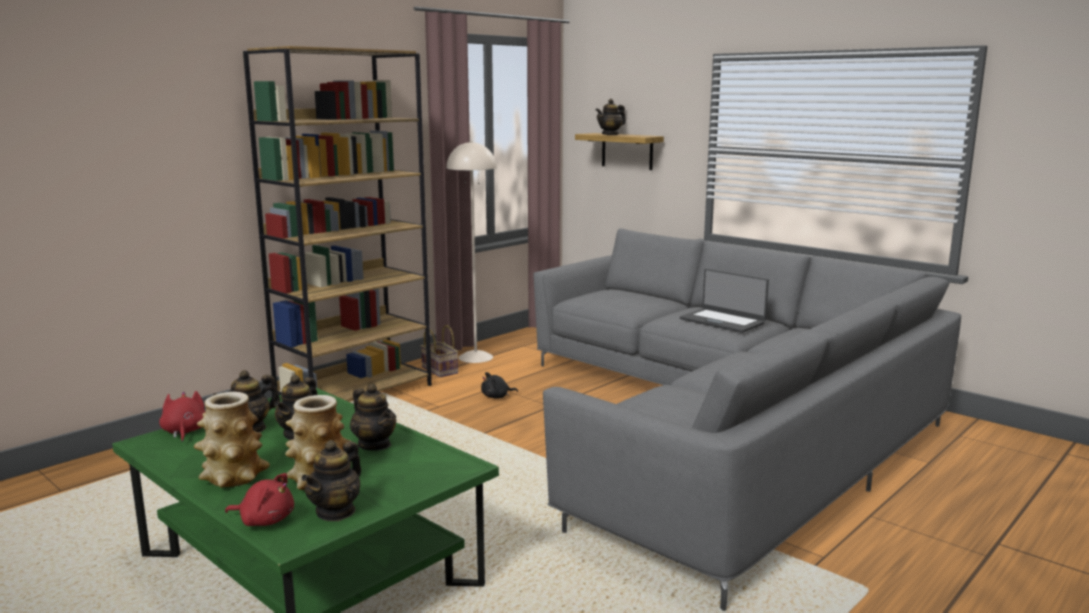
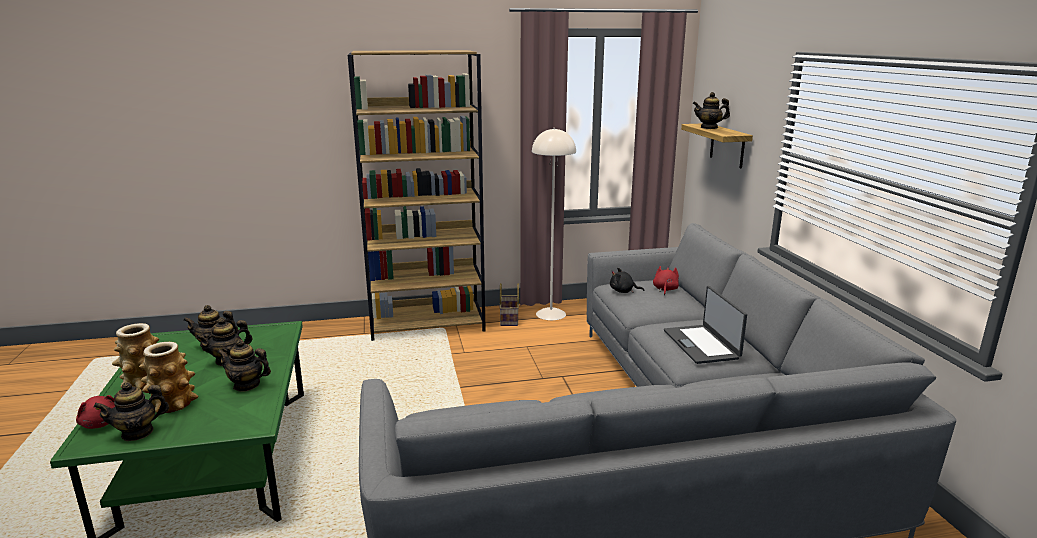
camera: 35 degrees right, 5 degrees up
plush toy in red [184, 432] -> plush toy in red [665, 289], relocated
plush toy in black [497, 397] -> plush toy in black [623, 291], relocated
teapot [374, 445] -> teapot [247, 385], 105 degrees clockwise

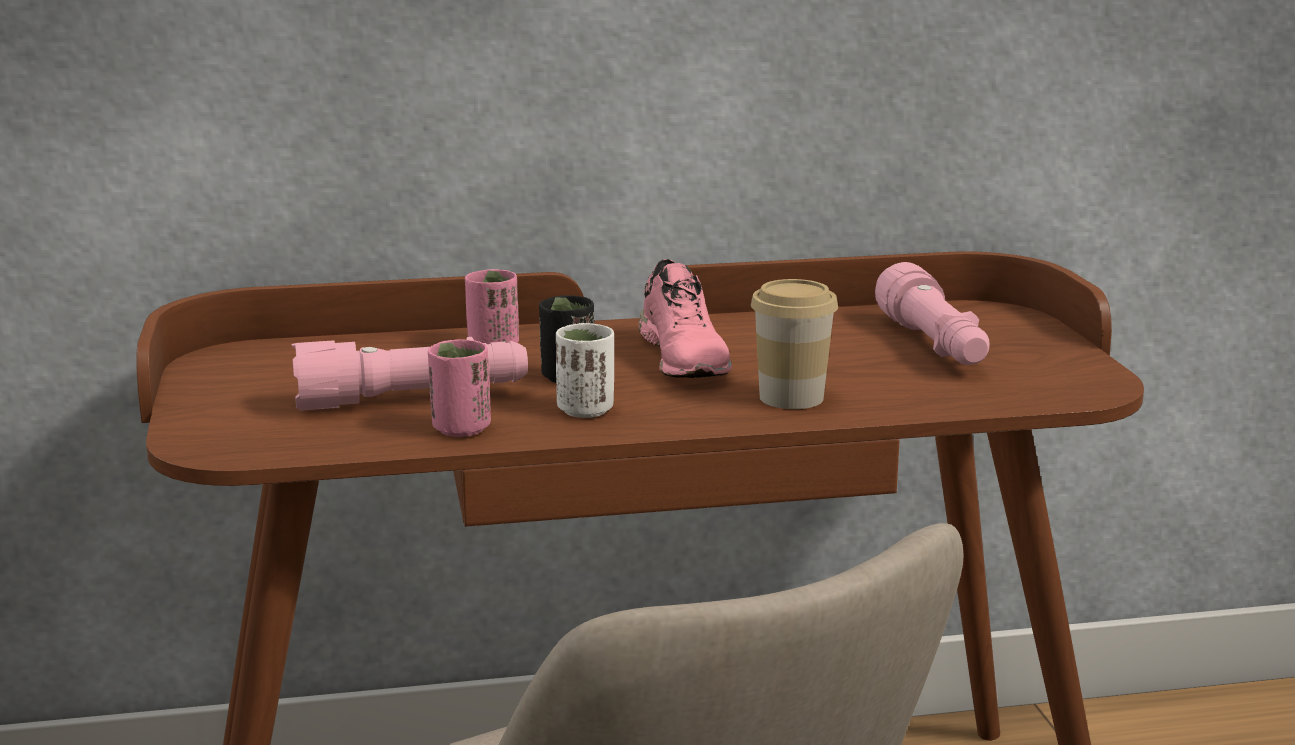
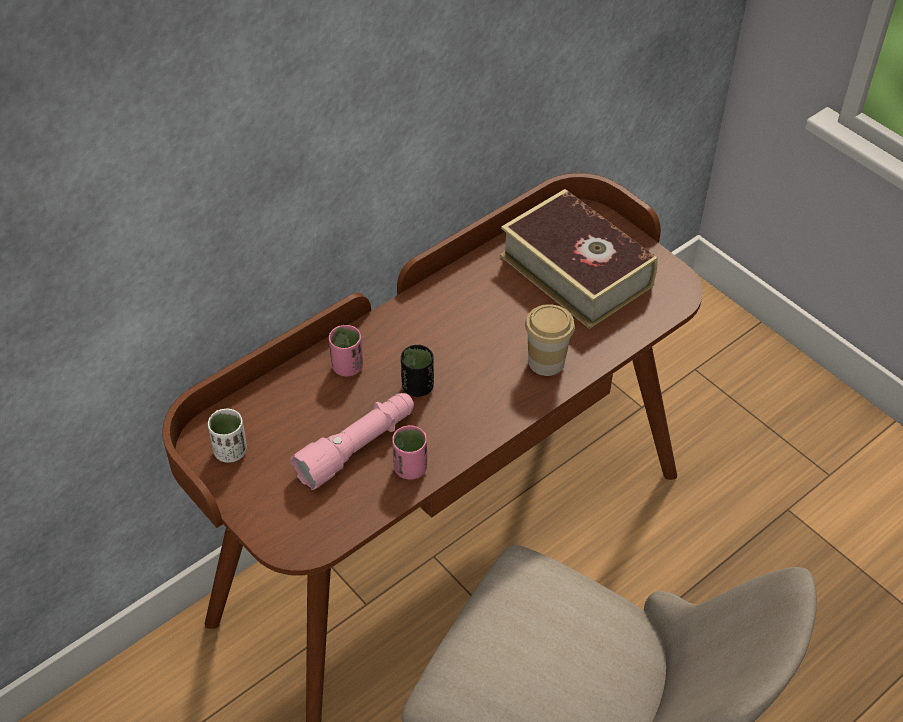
camera: 30 degrees left, 30 degrees up
shoe in pink [685, 358] -> none
cup in white [585, 410] -> cup in white [230, 451], relocated
flashlight in pink [934, 346] -> book [576, 271]

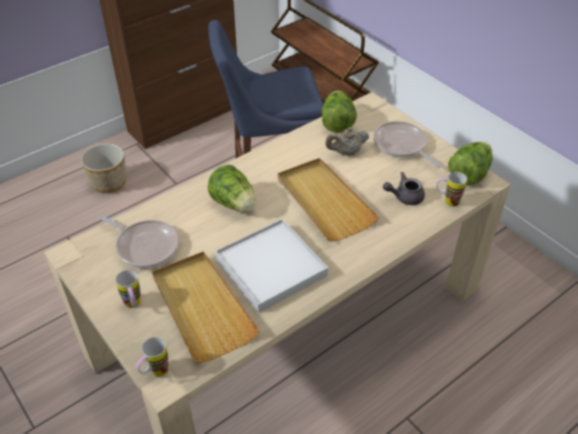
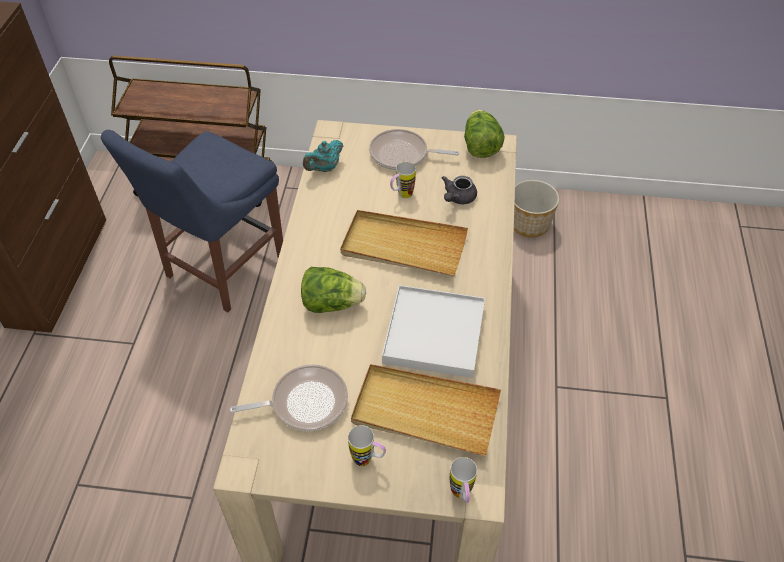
camera: 45 degrees left, 5 degrees up
teapot in beige [346, 152] -> none
planter [108, 182] -> planter [529, 224], relocated
mug [447, 201] -> mug [401, 195], relocated
lettuce [337, 123] -> teapot in turquoise [324, 168]

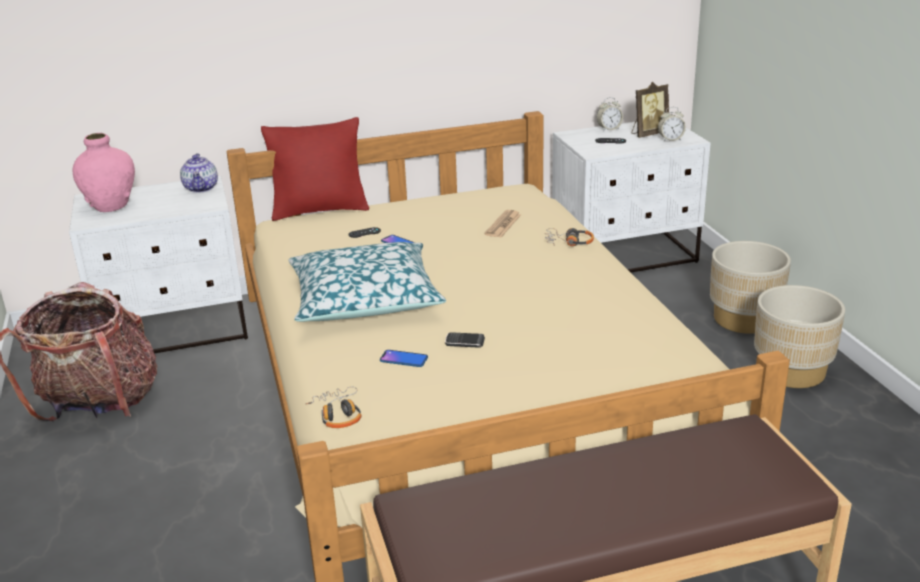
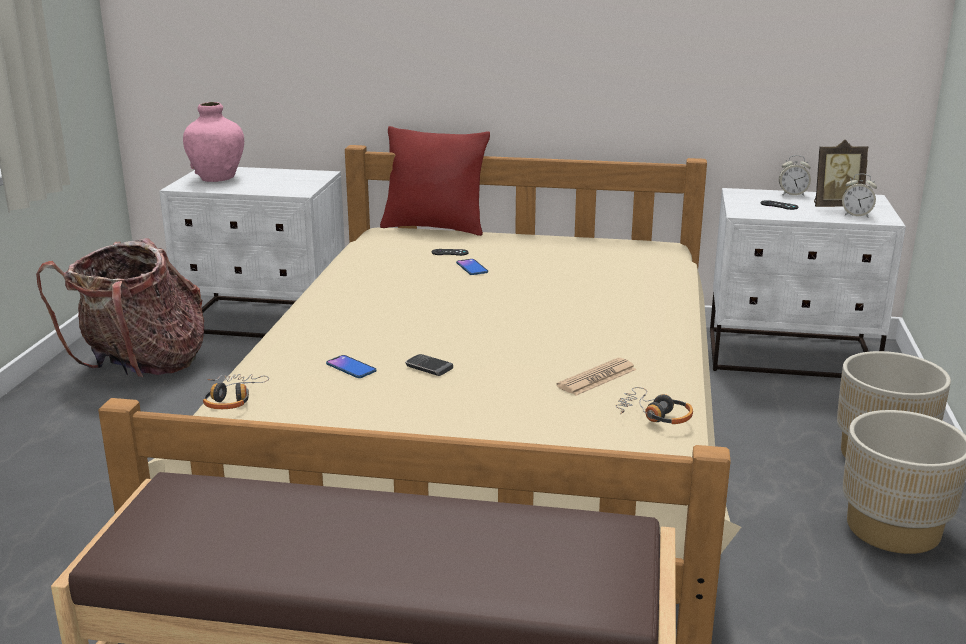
camera: 25 degrees right, 5 degrees down
teapot [201, 188] -> none
pillow [365, 299] -> none
newspaper [503, 225] -> newspaper [597, 378], relocated
headphones [568, 242] -> headphones [654, 415], relocated

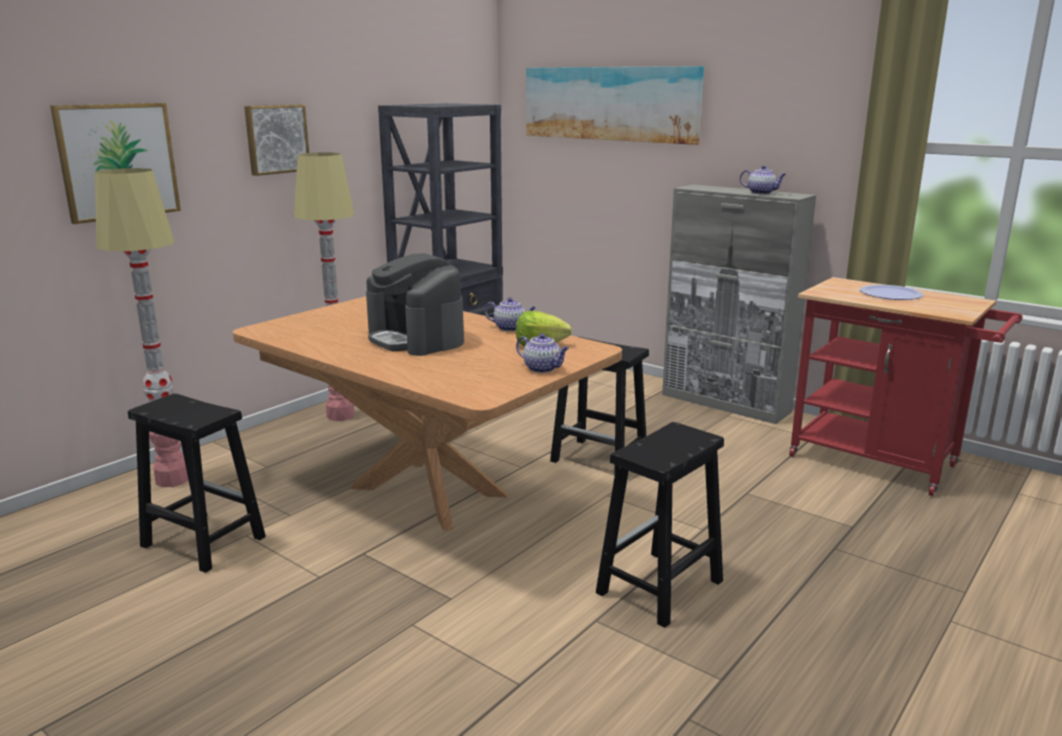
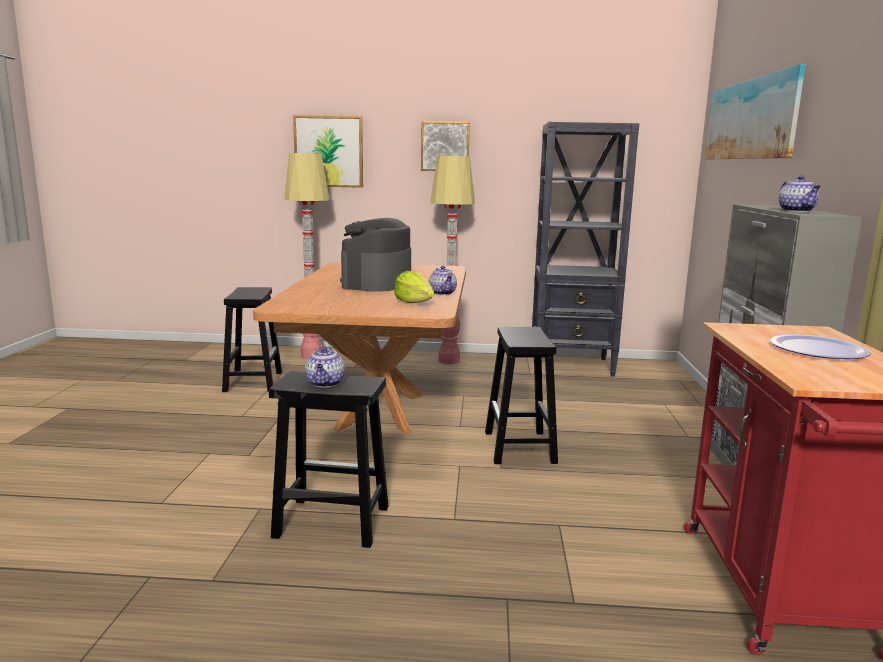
camera: 55 degrees right, 5 degrees down
teapot [543, 369] -> teapot [325, 383], relocated

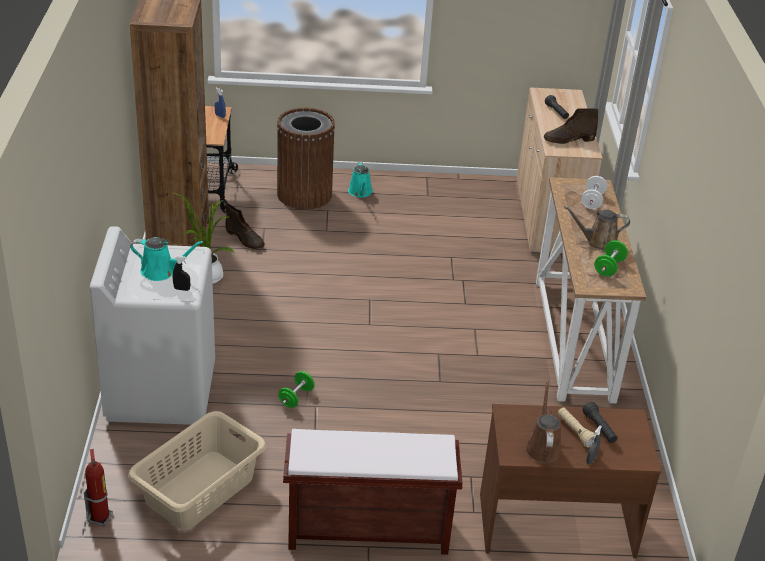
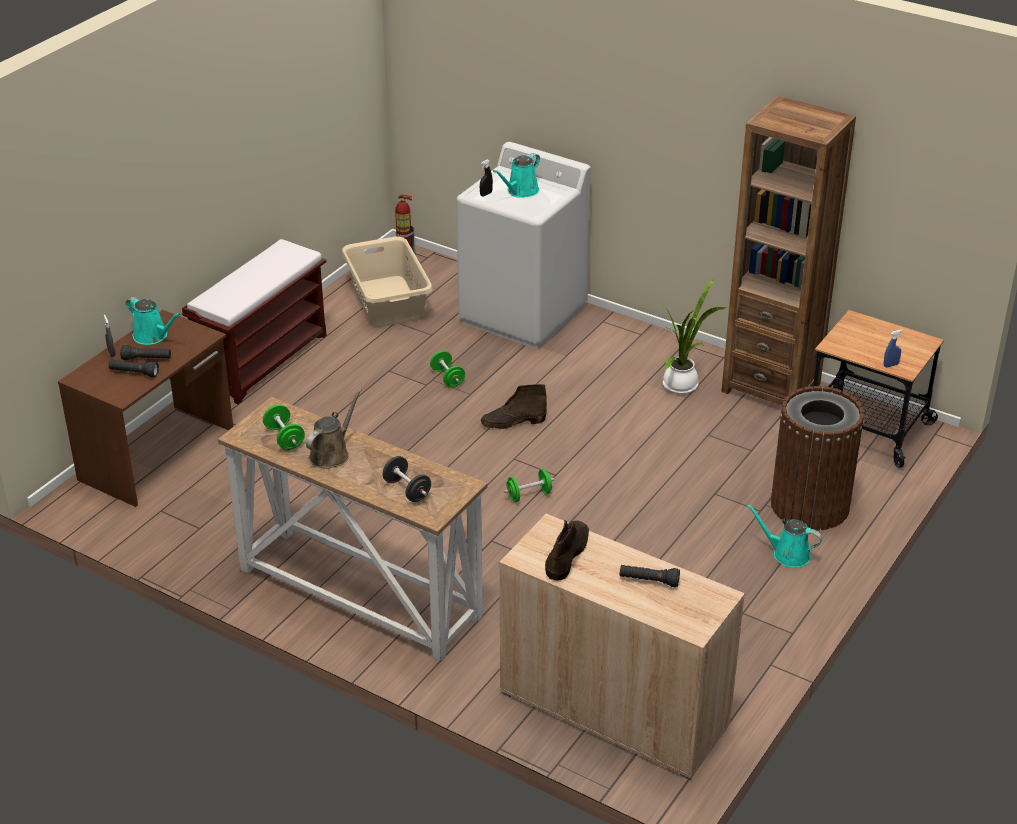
camera: 125 degrees right, 0 degrees up
none -> dumbbell in green [529, 495]
boot in brown [245, 239] -> boot in brown [512, 422], relocated
watering can in brown [542, 447] -> watering can in turquoise [153, 336]
flashlight in beige [574, 432] -> flashlight in black [146, 359]
dumbbell in white [592, 201] -> dumbbell in black [407, 490]

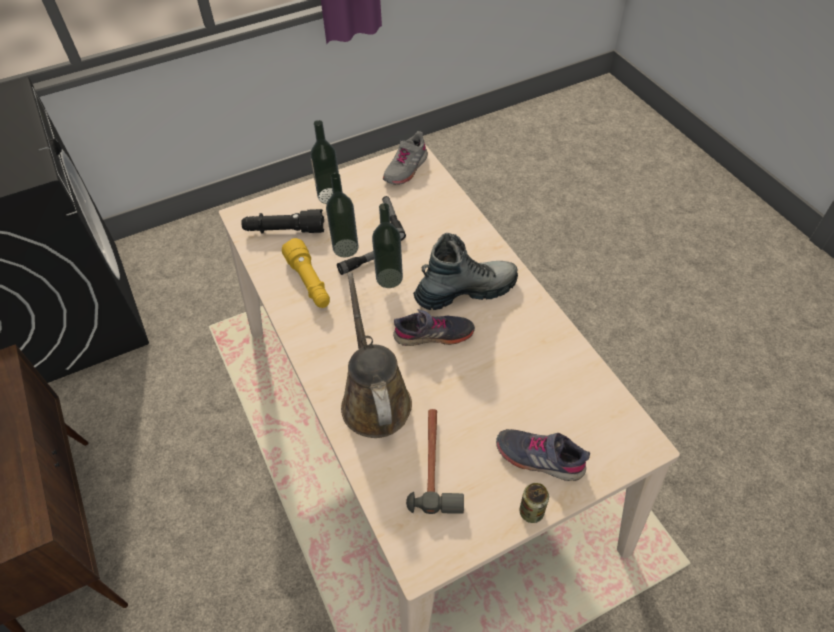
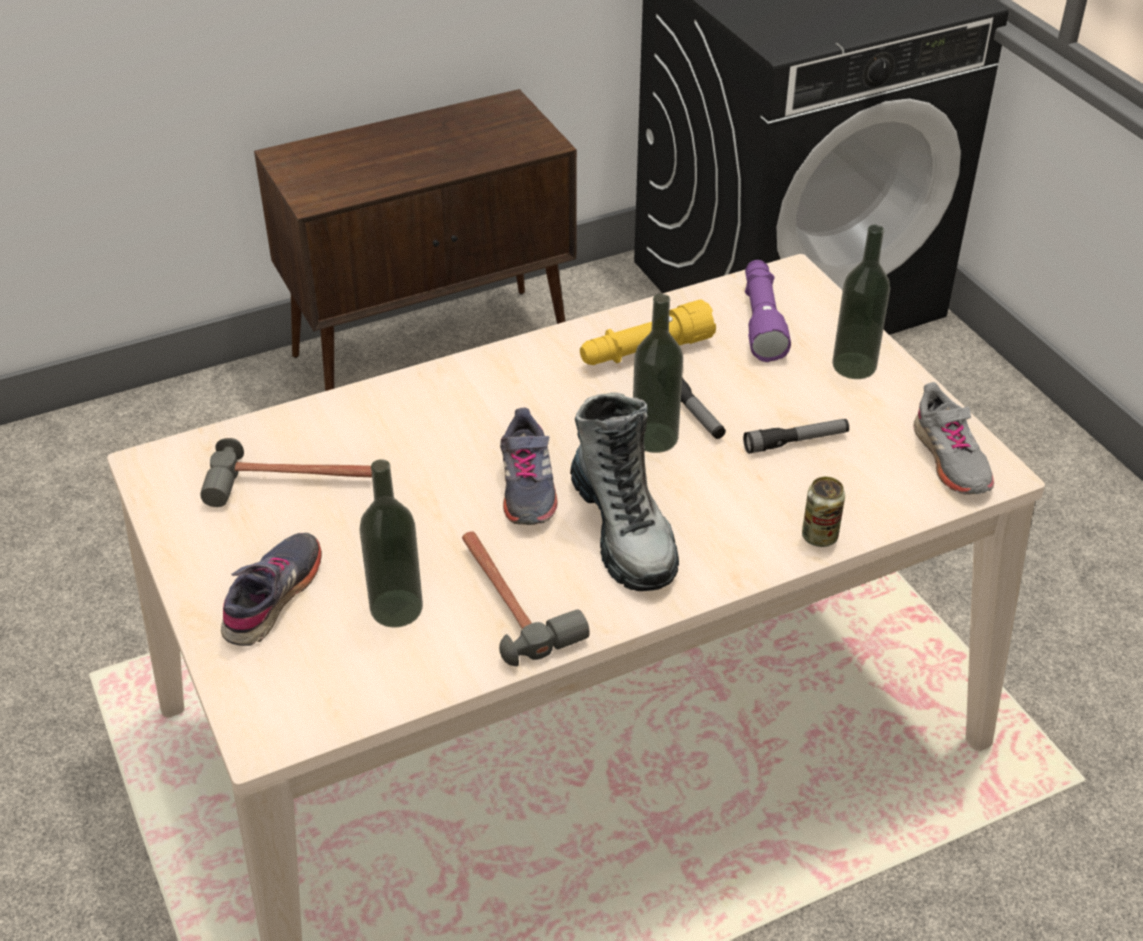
camera: 90 degrees right, 10 degrees down
watering can in brown [374, 398] -> none
none -> hammer [510, 599]
bottle [345, 248] -> bottle [396, 608], relocated
can [531, 512] -> can [819, 536], relocated
flashlight in black [284, 230] -> flashlight in purple [761, 321]
shoe in grey [405, 168] -> shoe in grey [950, 459], 135 degrees counterclockwise

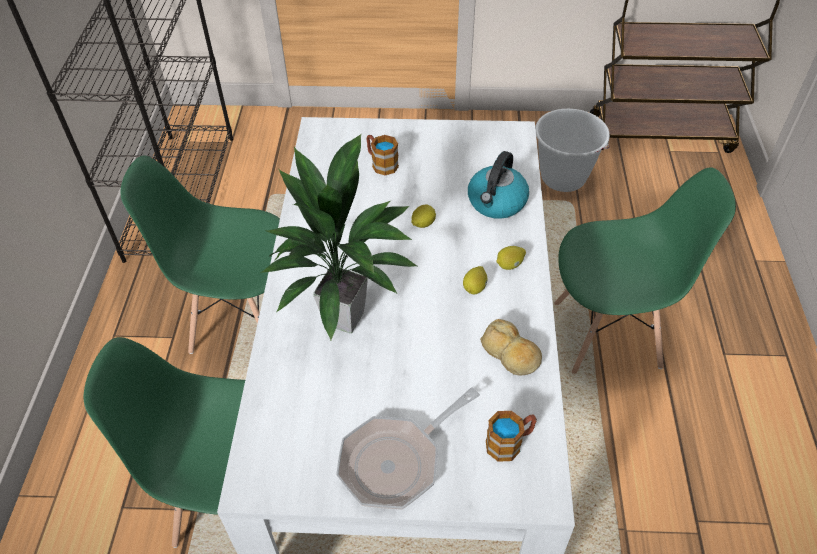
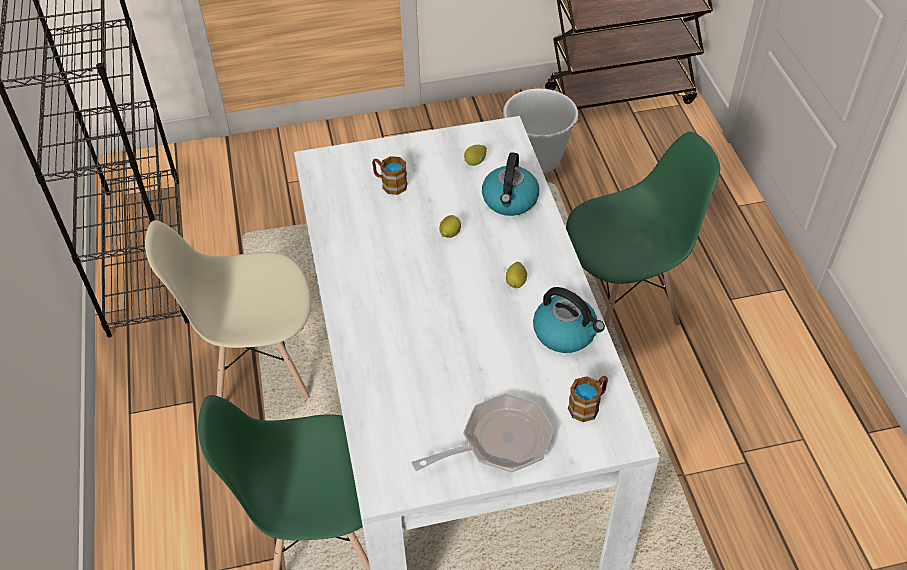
camera: 15 degrees left, 0 degrees up
potted plant [346, 317] -> none
lemon [509, 265] -> lemon [475, 162], relocated
bread [510, 354] -> kettle [566, 333]
chair in green [241, 320] -> chair in beige [259, 368]
frying pan [396, 461] -> frying pan [499, 442], 150 degrees counterclockwise

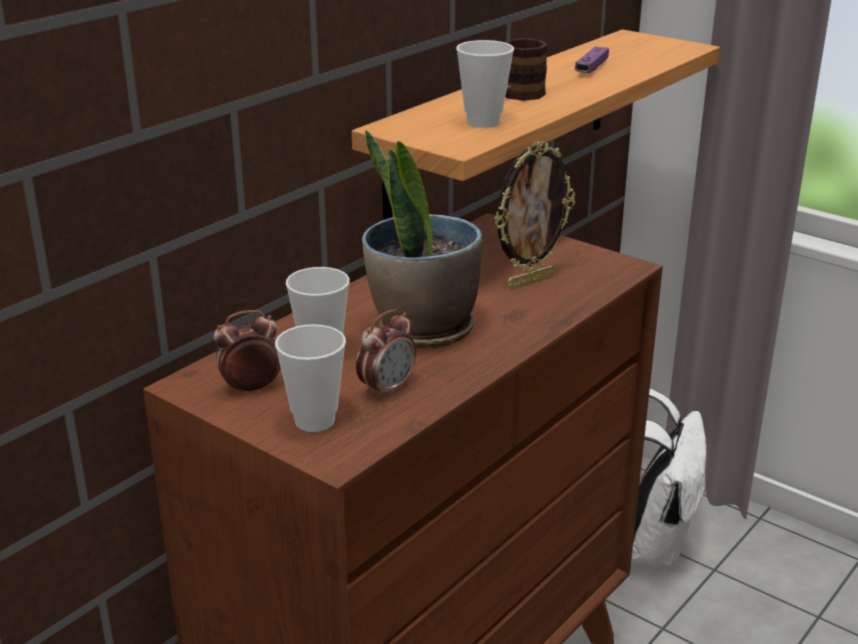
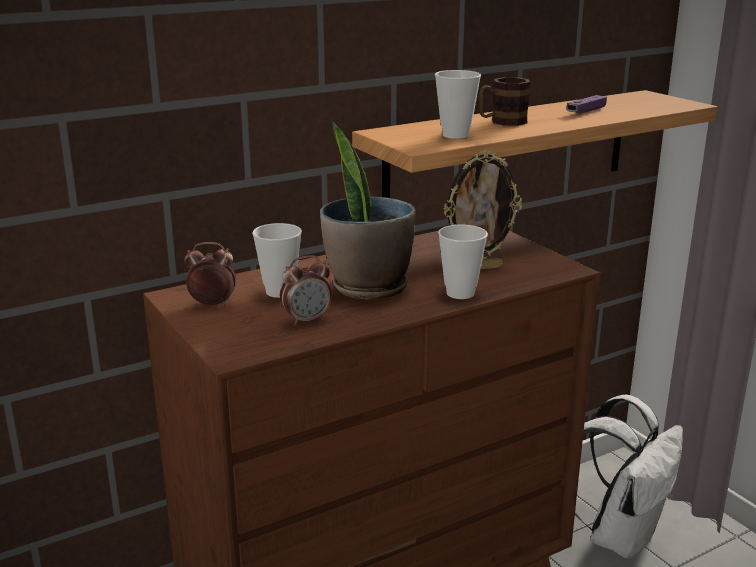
camera: 20 degrees right, 5 degrees down
cup [314, 421] -> cup [460, 293], relocated

